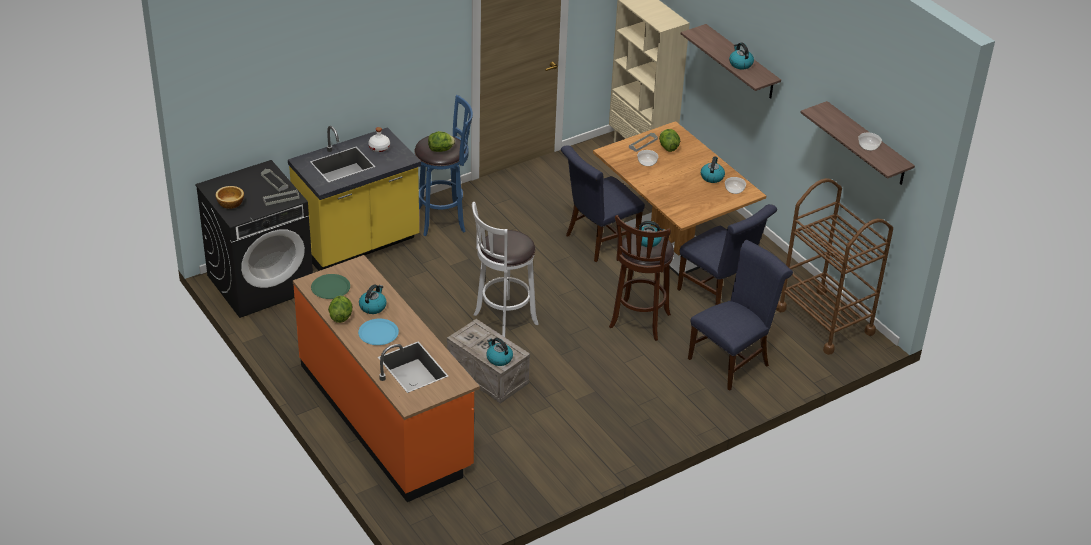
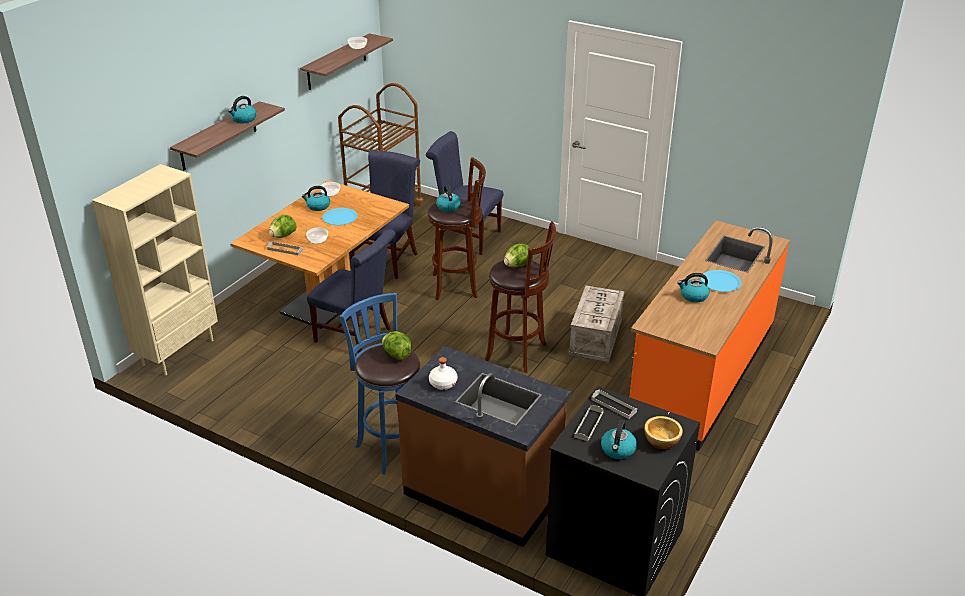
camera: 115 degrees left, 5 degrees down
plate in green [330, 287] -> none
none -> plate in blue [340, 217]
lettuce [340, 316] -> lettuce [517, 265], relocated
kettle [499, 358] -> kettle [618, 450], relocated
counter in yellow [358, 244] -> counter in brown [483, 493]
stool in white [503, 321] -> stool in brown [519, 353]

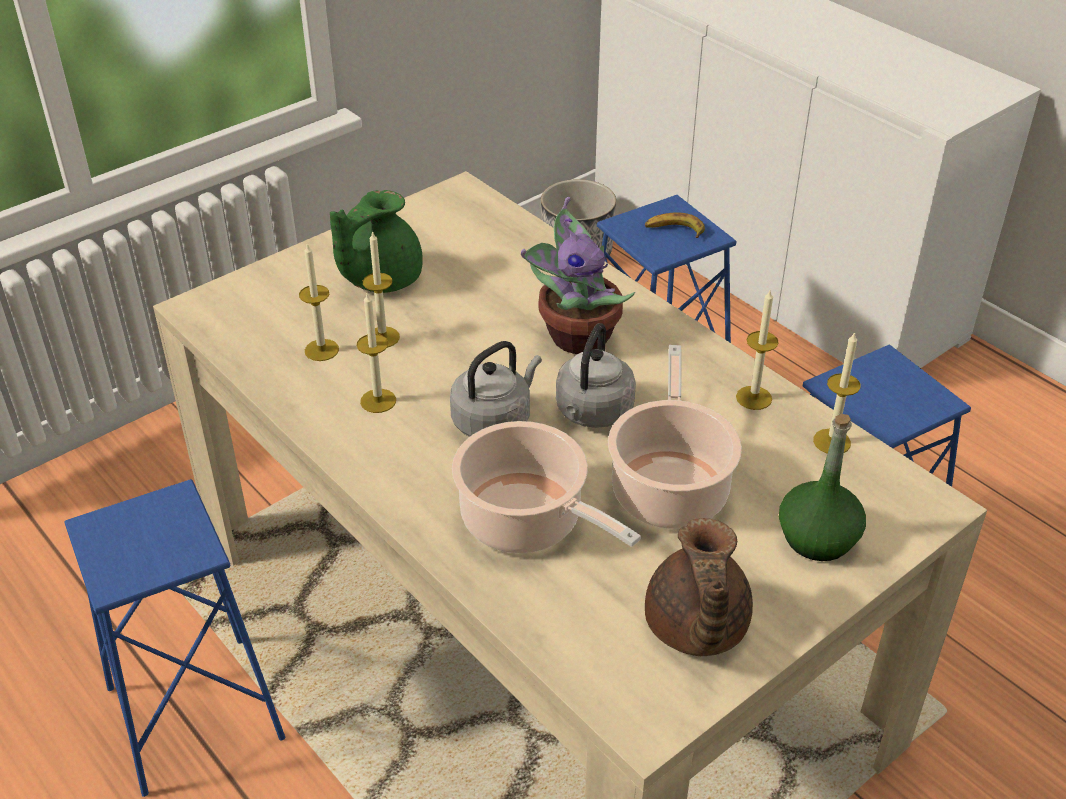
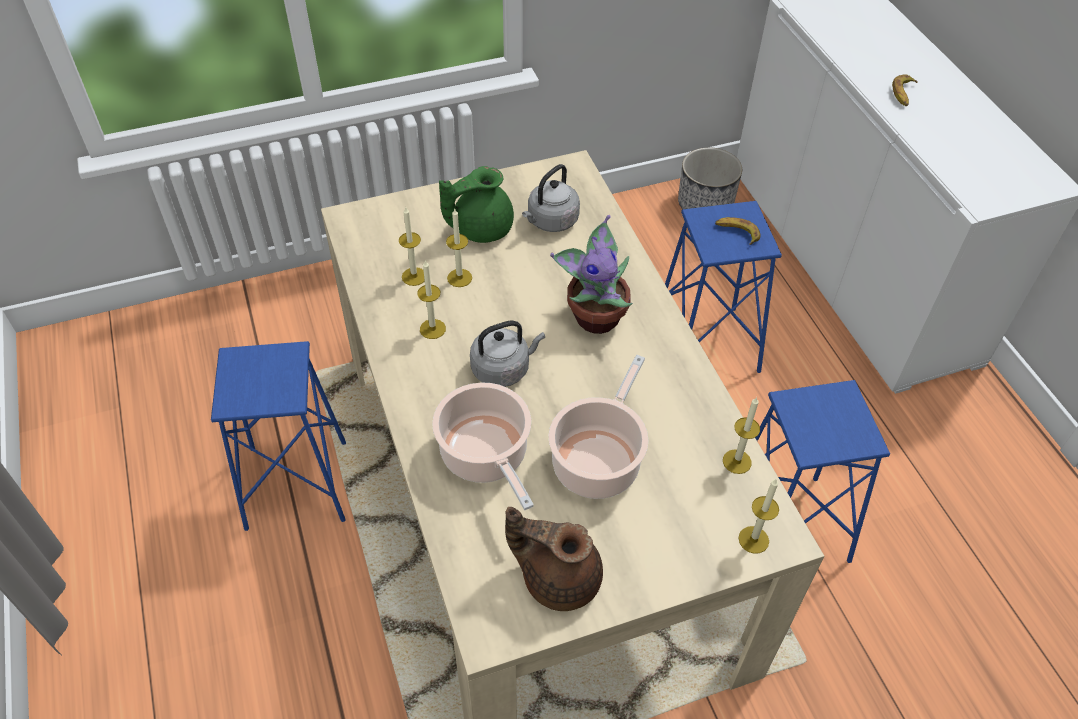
camera: 20 degrees right, 10 degrees up
bottle in green [817, 538] -> none
none -> banana [903, 94]
kettle in grey [592, 413] -> kettle in grey [551, 221], relocated
candle [754, 398] -> candle [753, 539], relocated
teapot in brown [695, 629] -> teapot in brown [558, 577], 90 degrees clockwise

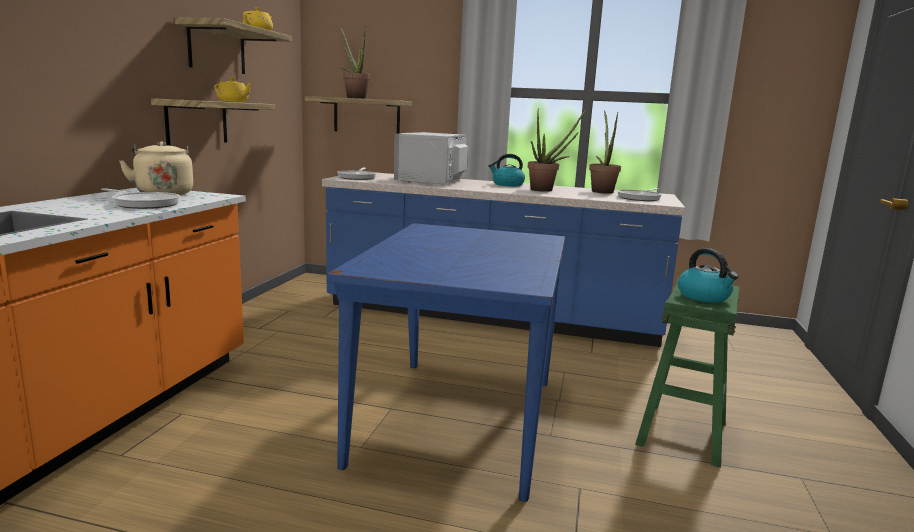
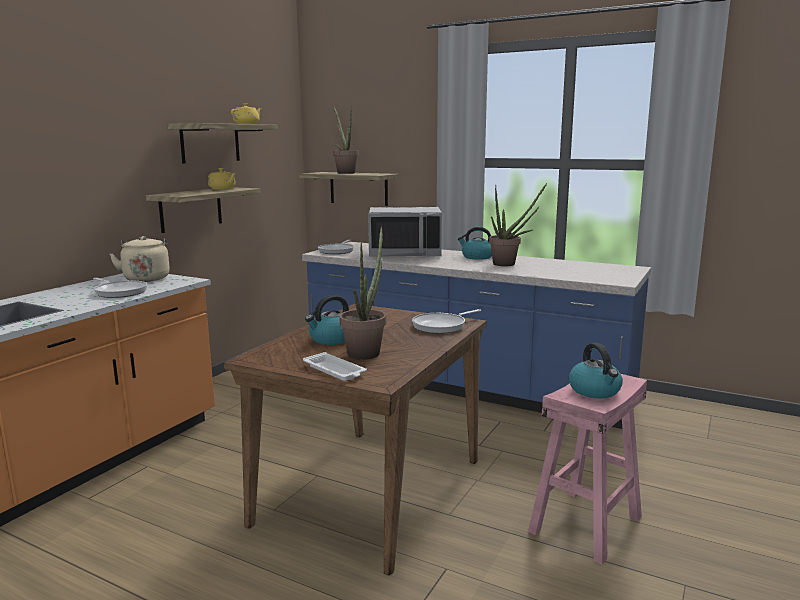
camera: 15 degrees right, 0 degrees up
none -> tray in white [335, 371]
none -> kettle [332, 339]
potted plant [601, 191] -> potted plant [366, 351], relocated
frying pan [640, 198] -> frying pan [442, 326], relocated
dining table in blue [457, 420] -> dining table in brown [370, 491]
stool in green [683, 433] -> stool in pink [586, 524]
microwave in grey [432, 181] -> microwave in grey [405, 254], 120 degrees counterclockwise

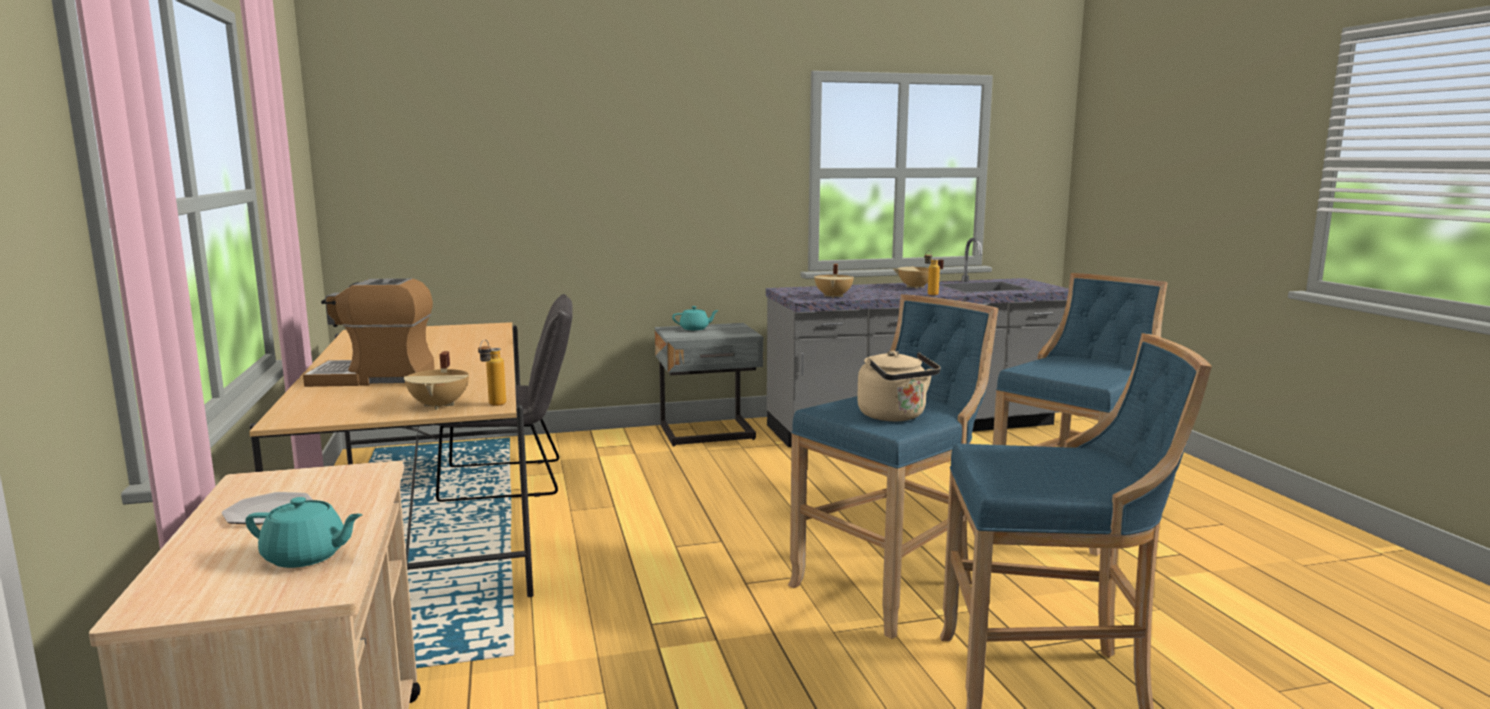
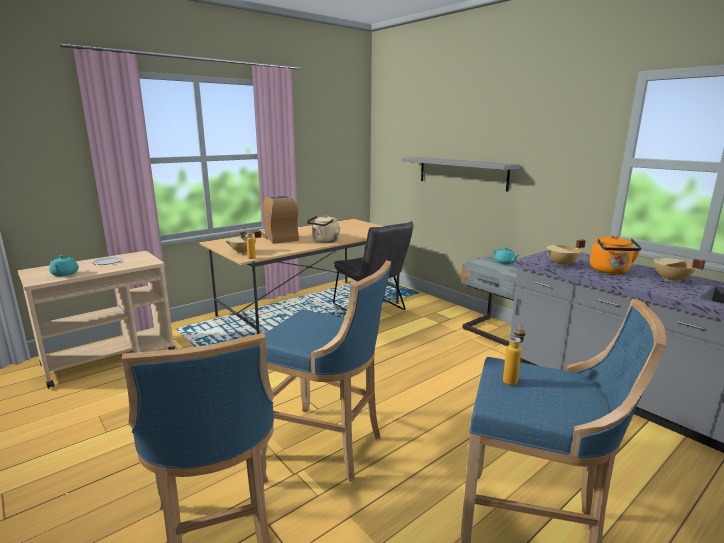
camera: 65 degrees right, 5 degrees up
none -> shelf in grey [462, 173]
none -> kettle in orange [610, 271]
kettle in beige [895, 416] -> kettle in beige [324, 241], relocated
bottle [930, 294] -> bottle [512, 379], relocated

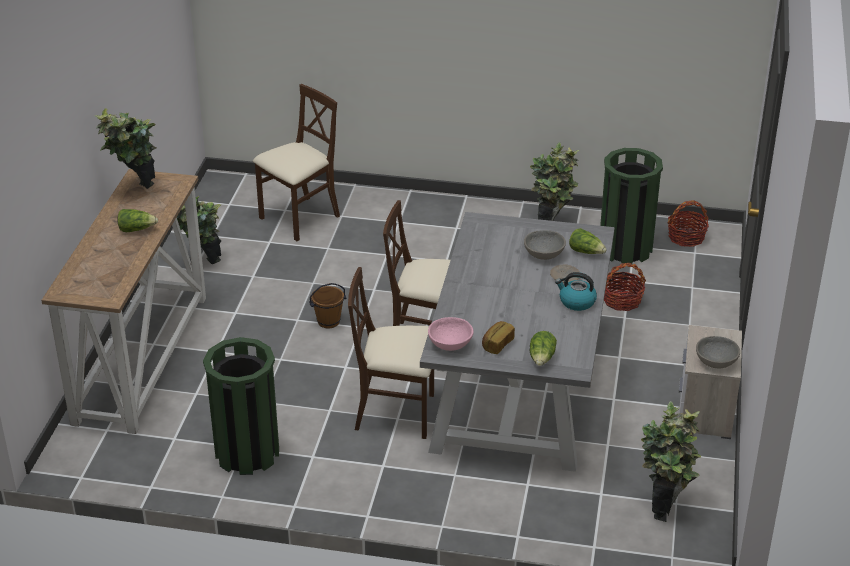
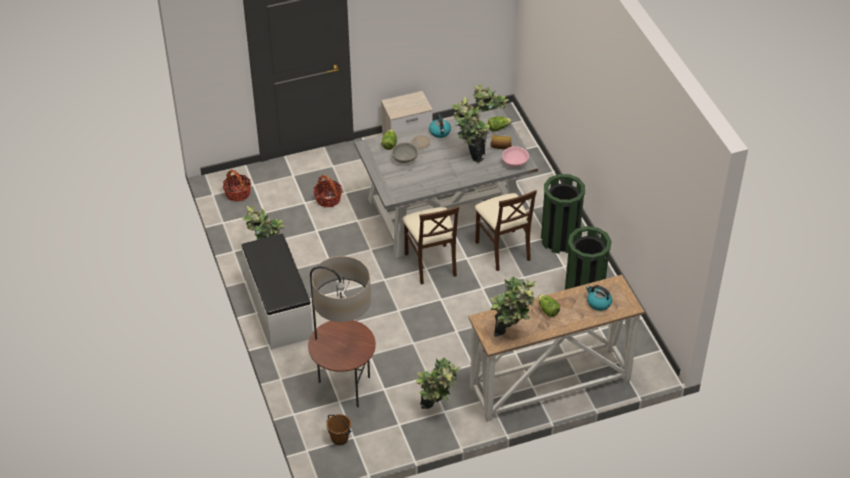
camera: 120 degrees left, 10 degrees up
bowl in grey [716, 361] -> none
none -> bench in white [278, 309]
none -> potted plant [469, 155]
none -> kettle [598, 303]
bucket in brown [328, 321] -> bucket in brown [339, 439], relocated
trash can in green [625, 249] -> trash can in green [560, 240], relocated
chair in beige [299, 218] -> floor lamp [344, 387]

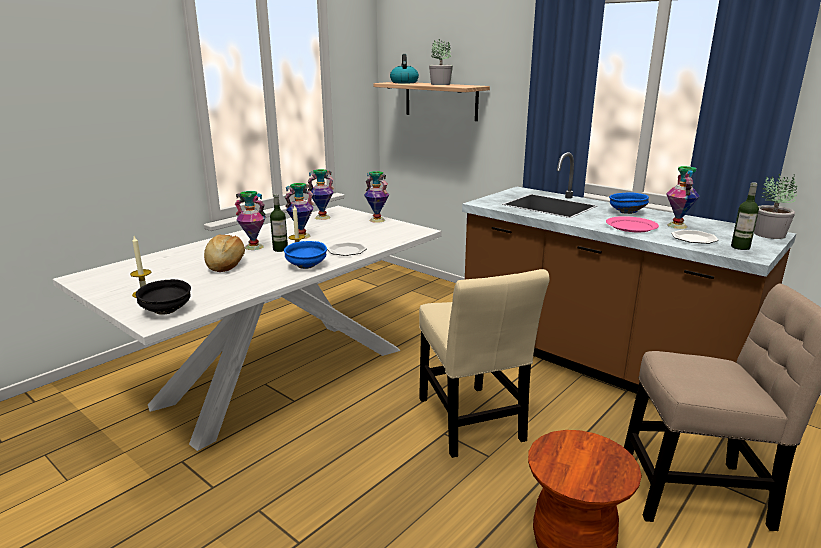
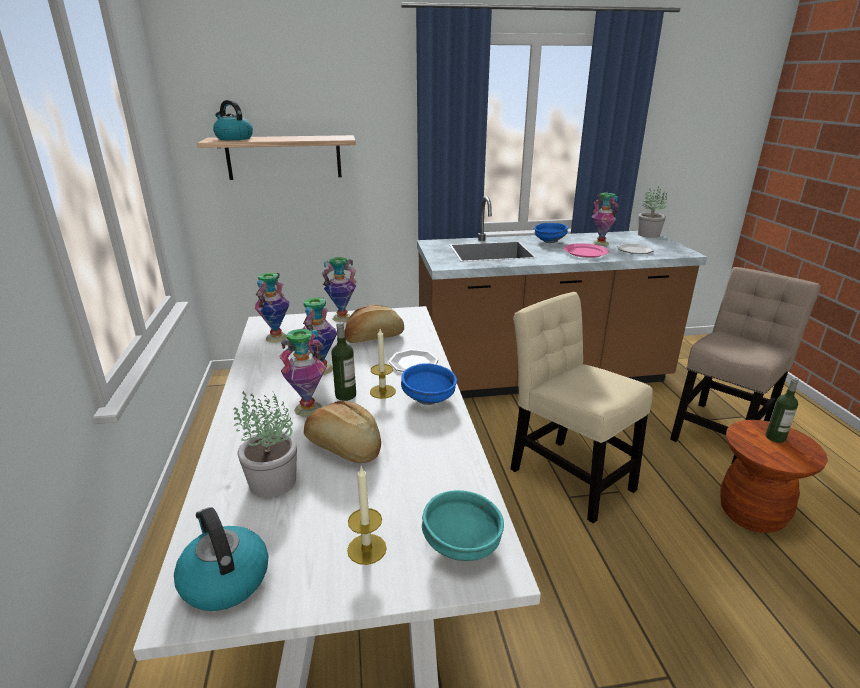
camera: 50 degrees left, 5 degrees up
none -> kettle [224, 579]
none -> bread [374, 337]
potted plant [440, 84] -> potted plant [271, 482], relocated
bottle [740, 247] -> bottle [775, 437], relocated
bowl in black [166, 311] -> bowl in turquoise [463, 545]
chair in beige [471, 423] -> chair in beige [567, 475], 150 degrees counterclockwise

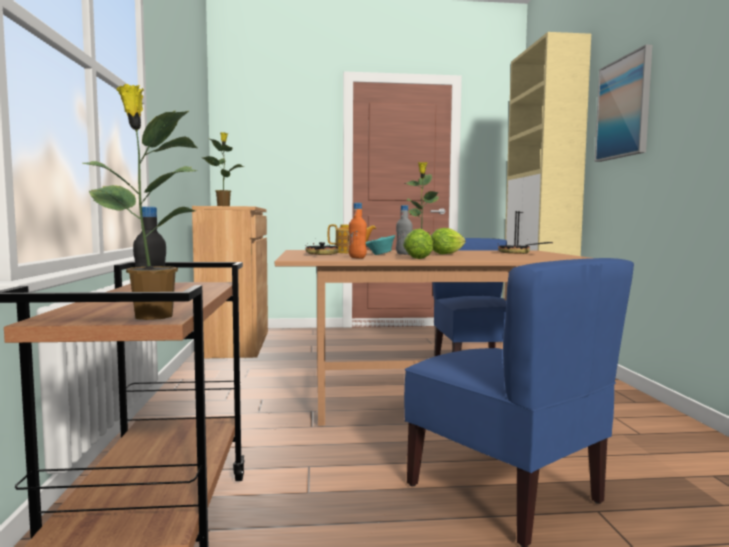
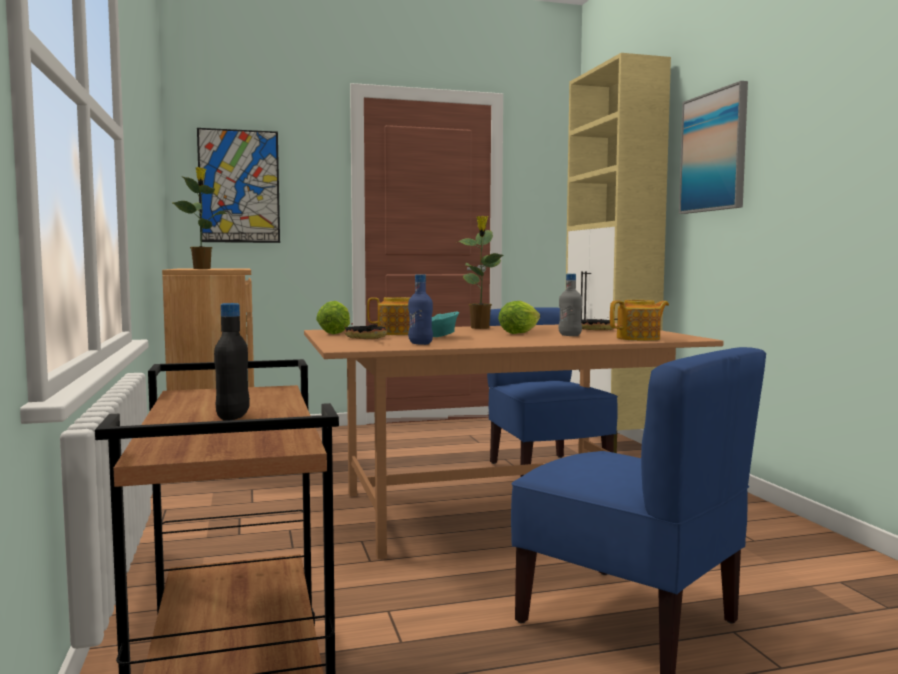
camera: 10 degrees left, 0 degrees up
potted plant [150, 316] -> none
none -> picture [239, 186]
none -> teapot [639, 338]
bottle in grey [403, 254] -> bottle in grey [570, 335], relocated
lettuce [419, 258] -> lettuce [335, 333], relocated
bottle in orange [357, 258] -> bottle in blue [420, 343]

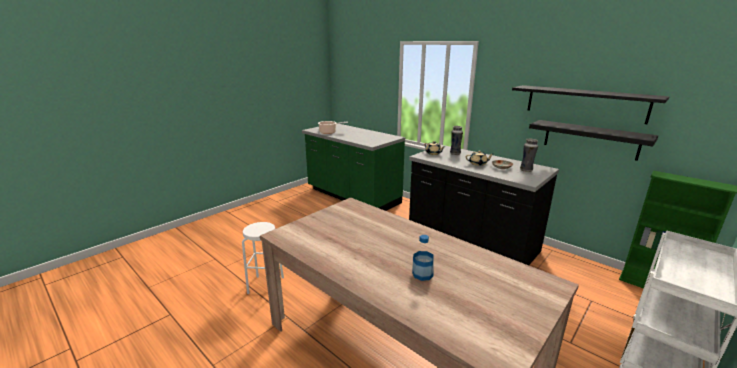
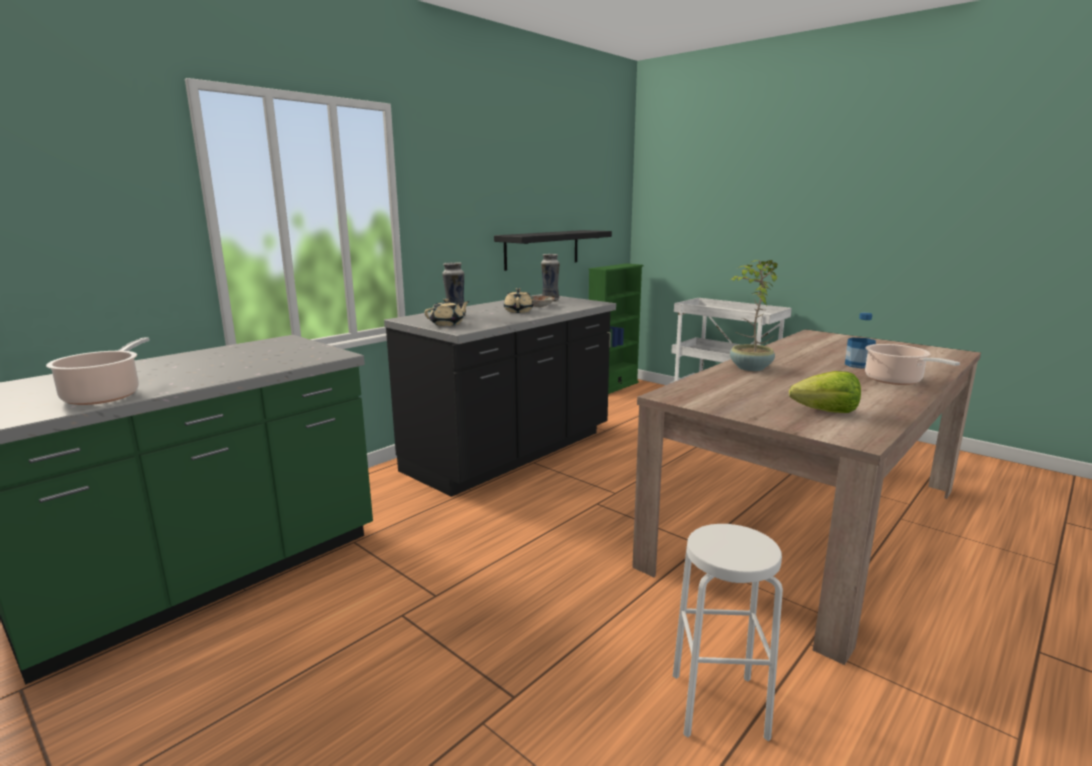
camera: 90 degrees left, 5 degrees down
shelf in black [584, 103] -> none
none -> potted plant [749, 368]
none -> lettuce [826, 411]
none -> cooking pot [896, 381]

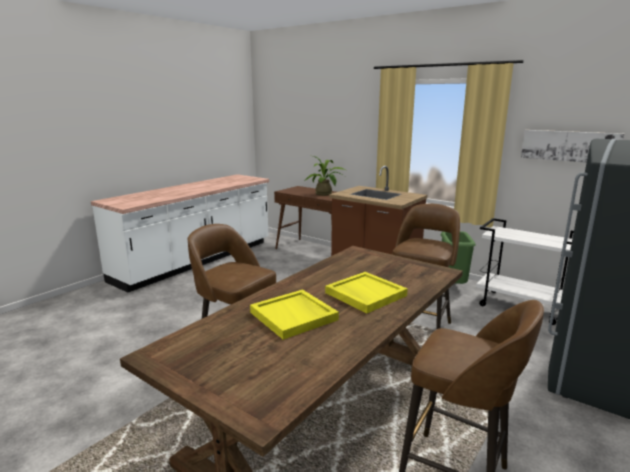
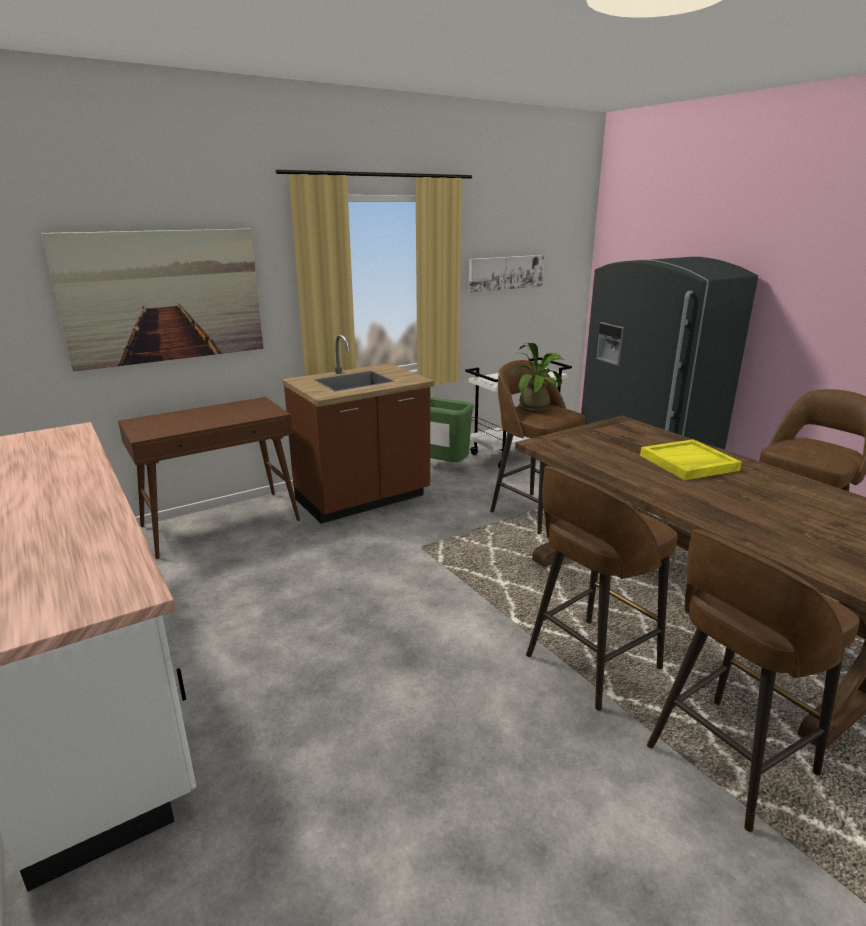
camera: 70 degrees left, 5 degrees up
tray in yellow [294, 316] -> none
none -> picture [164, 296]
none -> stool in brown [726, 761]
potted plant [325, 194] -> potted plant [537, 407], relocated

